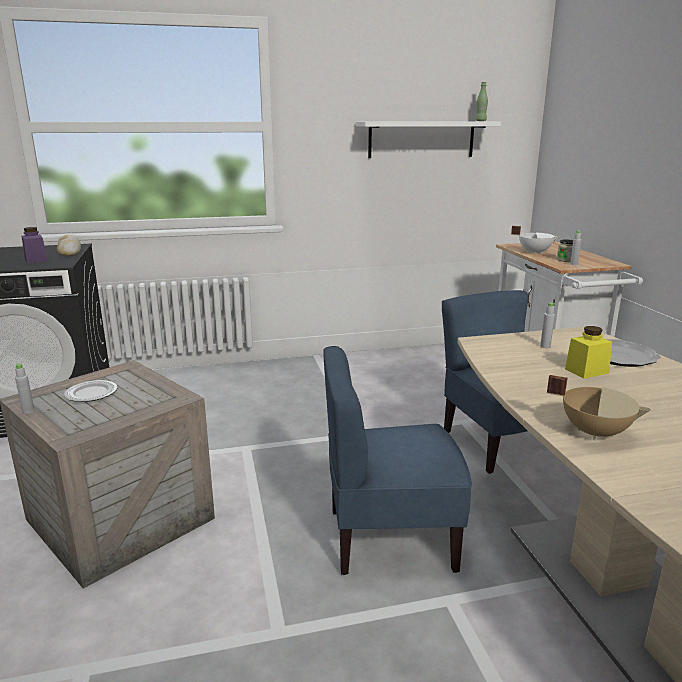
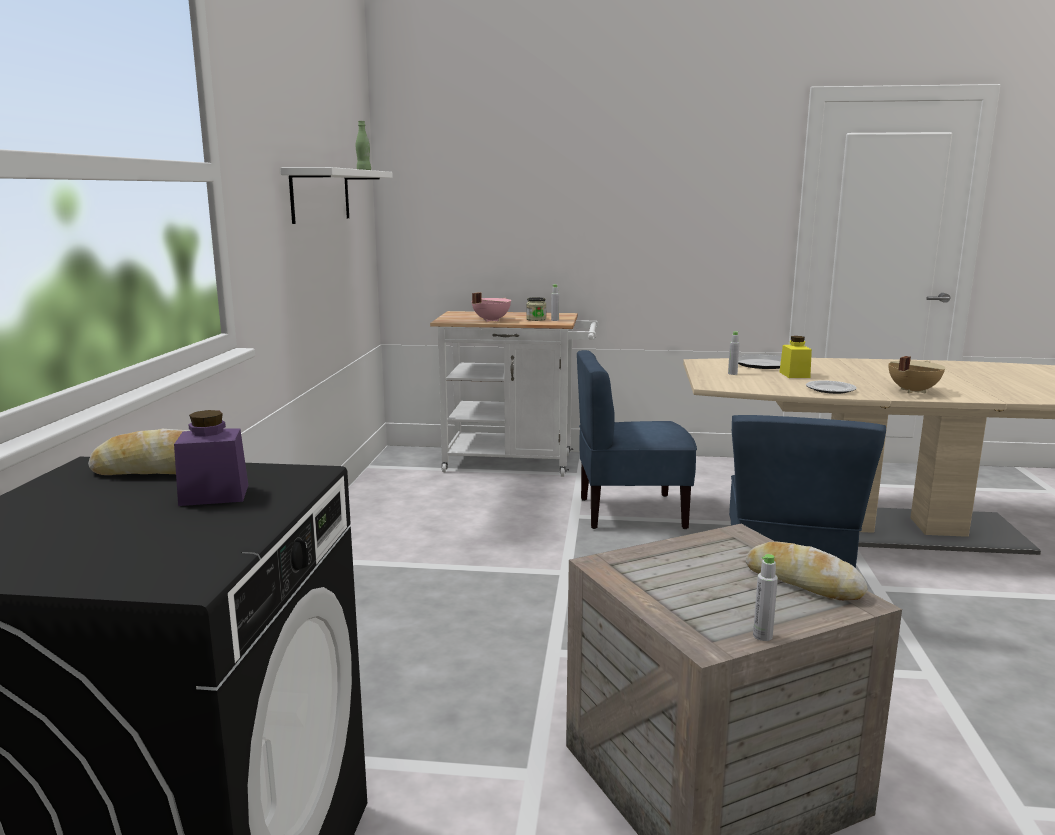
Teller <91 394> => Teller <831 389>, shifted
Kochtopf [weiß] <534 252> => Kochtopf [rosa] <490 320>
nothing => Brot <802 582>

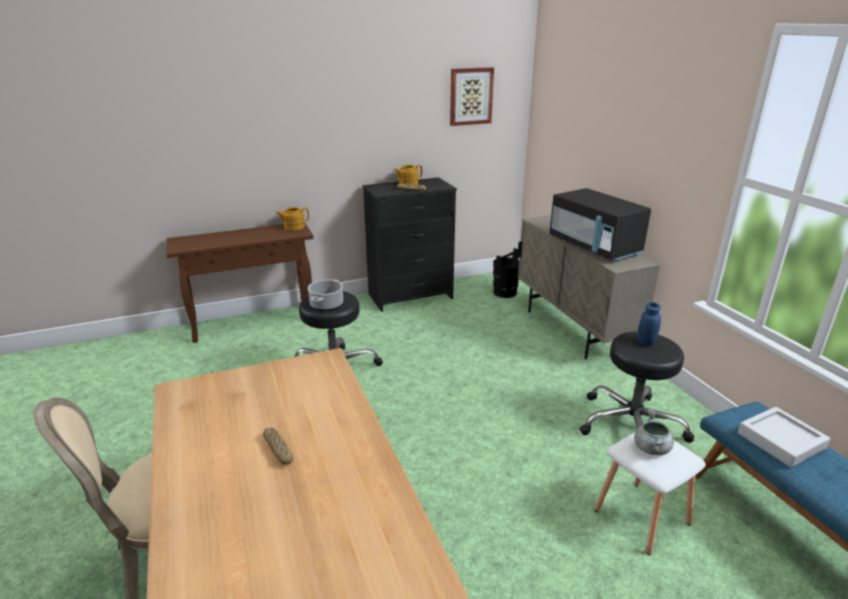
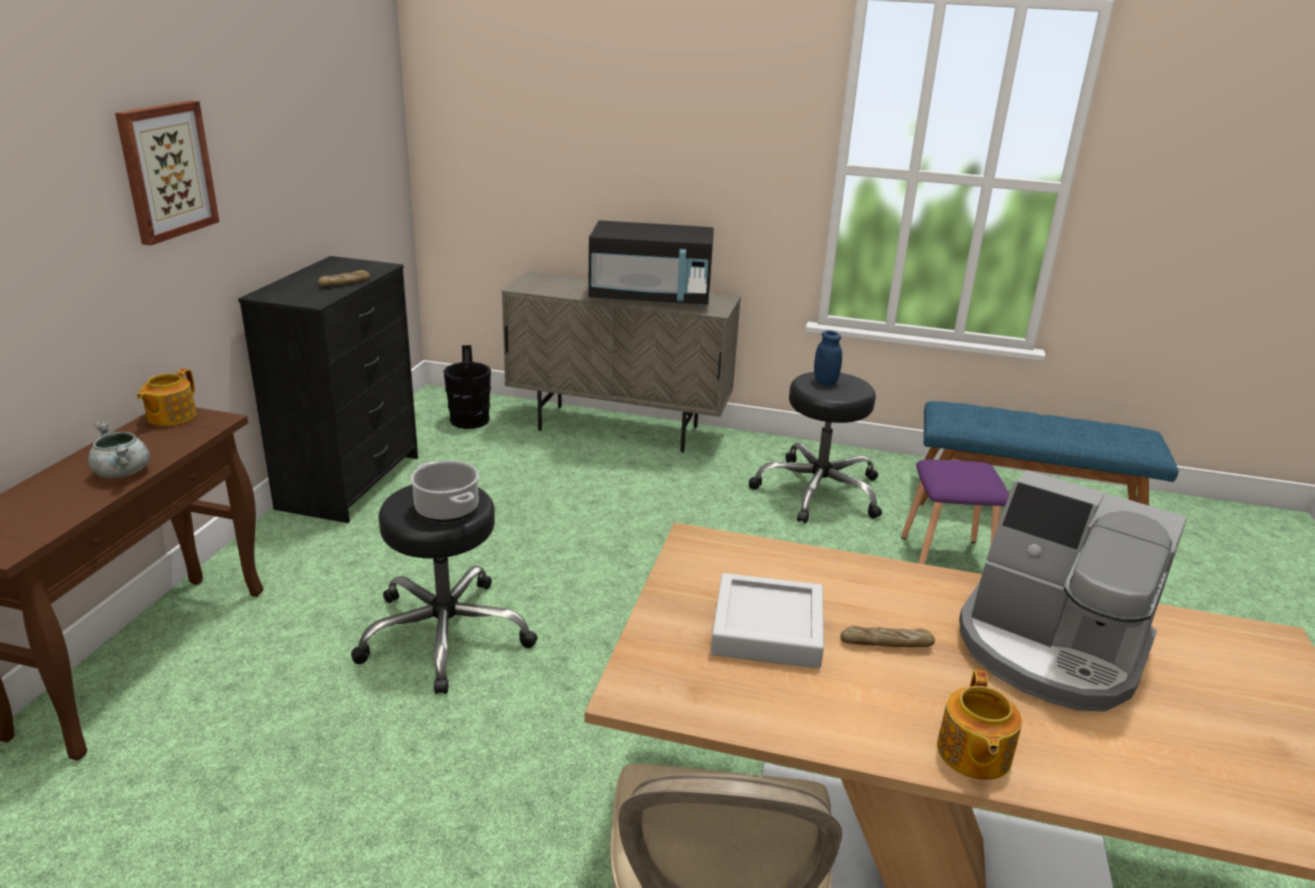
Teekanne <408 183> => Teekanne <972 754>, shifted
Bild <470 96> => Bild <166 171>, shifted
Hocker [weiß] <641 518> => Hocker [lila] <947 560>
Kochtopf [grau] <651 449> => Kochtopf [grau] <123 473>, shifted
Tablett [grau] <780 441> => Tablett [grau] <767 629>, shifted
nothing => Kaffeemaschine <1050 650>

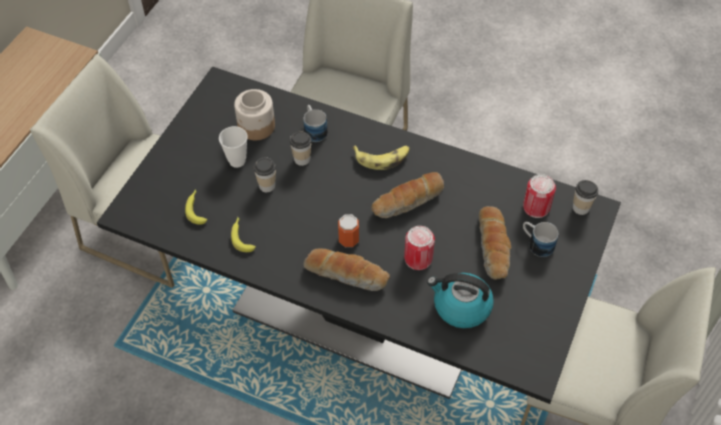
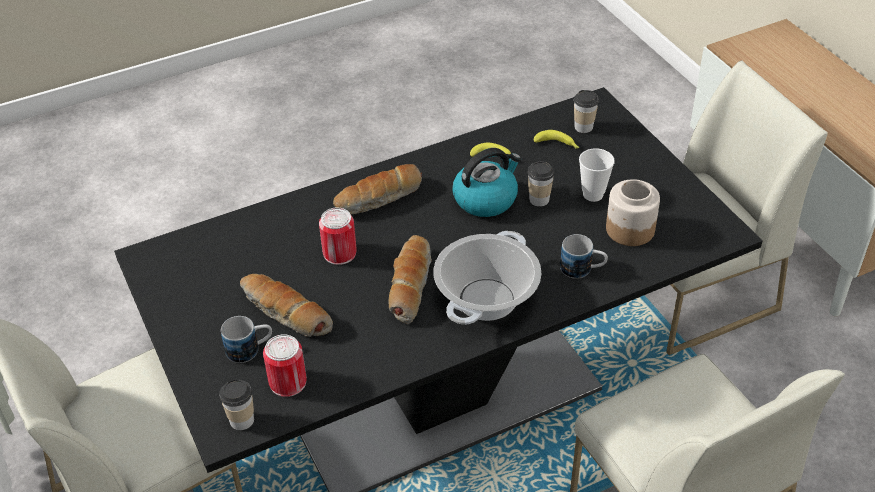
Tasse <302 159> => Tasse <583 127>, shifted
Dose <348 240> => nothing
Banane <382 158> => Kochtopf <487 300>
Wasserkessel <460 307> => Wasserkessel <486 199>, shifted

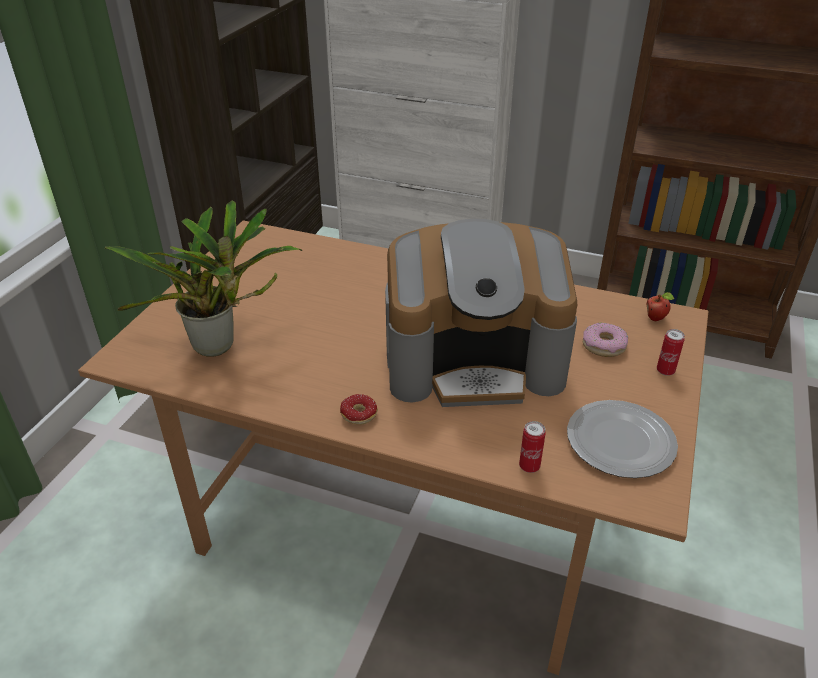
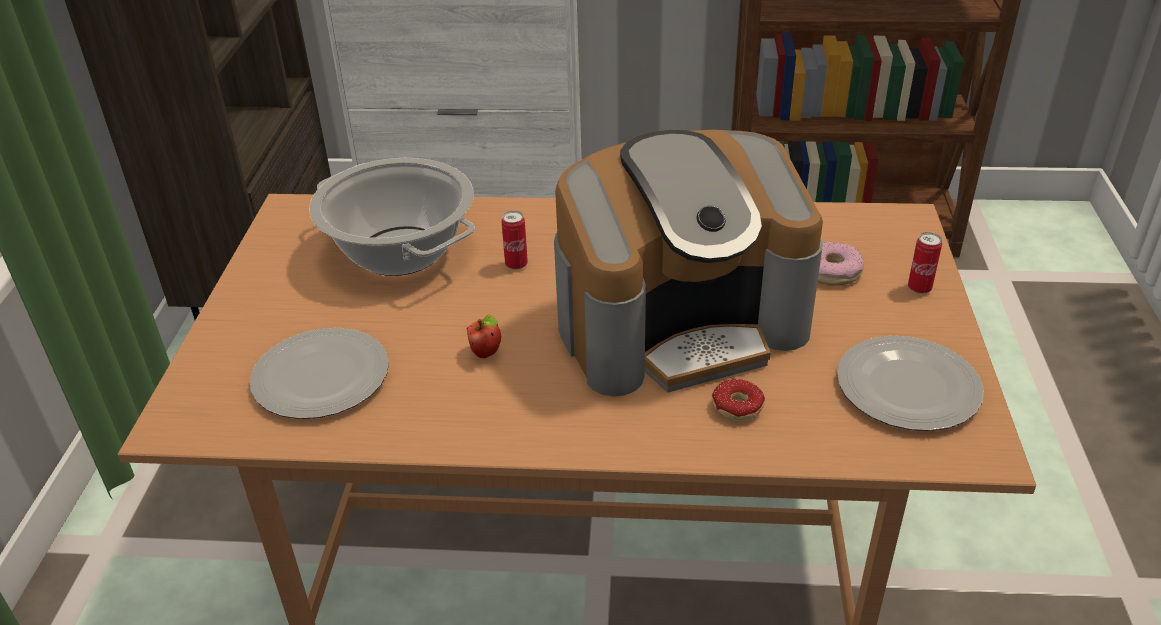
Topfpflanze <220 347> => Teller <322 376>
Donut <355 418> => Donut <735 413>, shifted
Dose <529 466> => Dose <516 264>, shifted
Apfel <656 319> => Apfel <487 353>, shifted
nothing => Kochtopf <399 251>

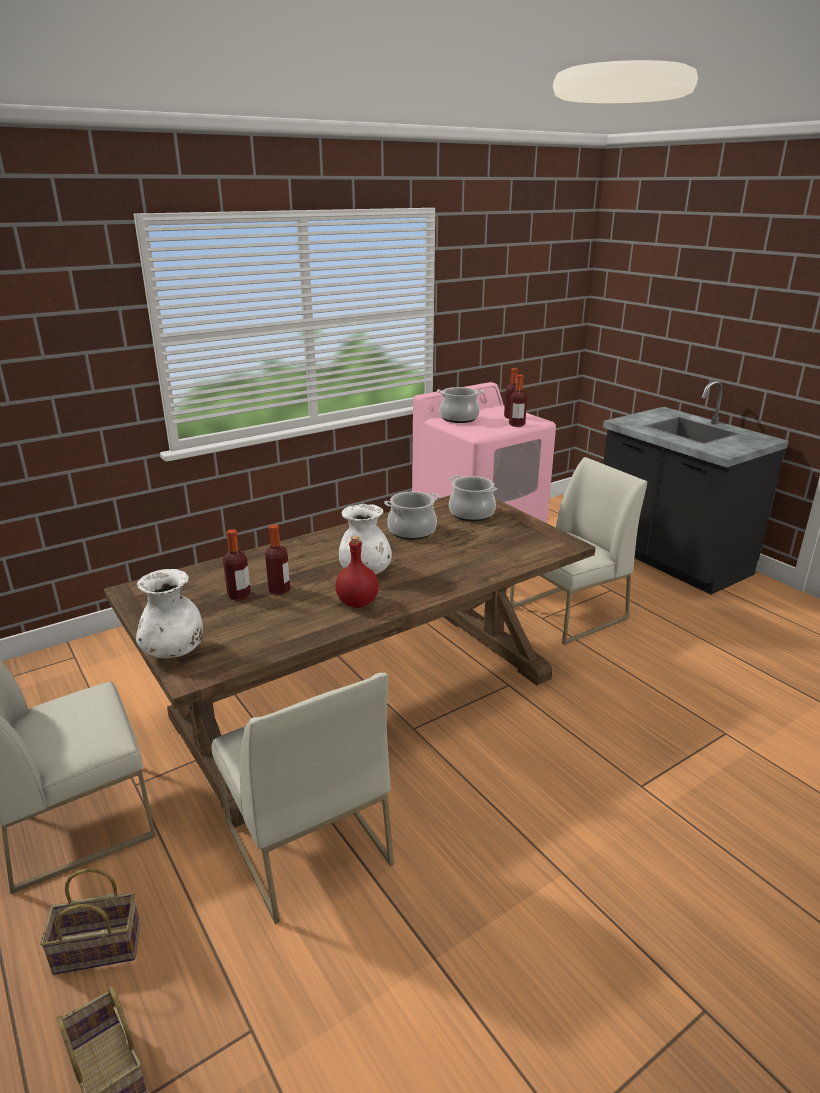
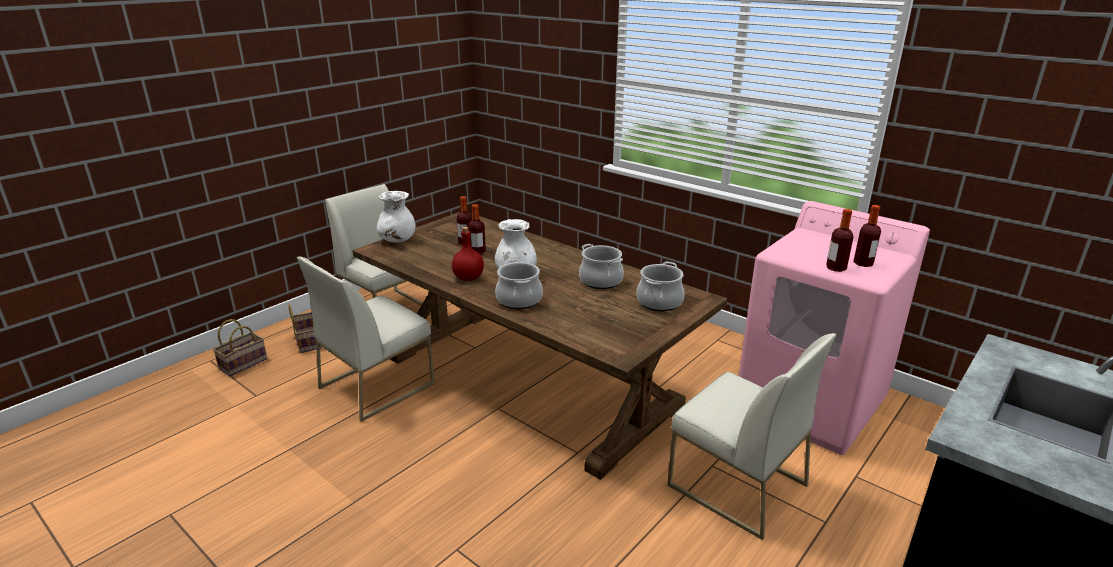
Kochtopf <459 418> => Kochtopf <519 300>, shifted

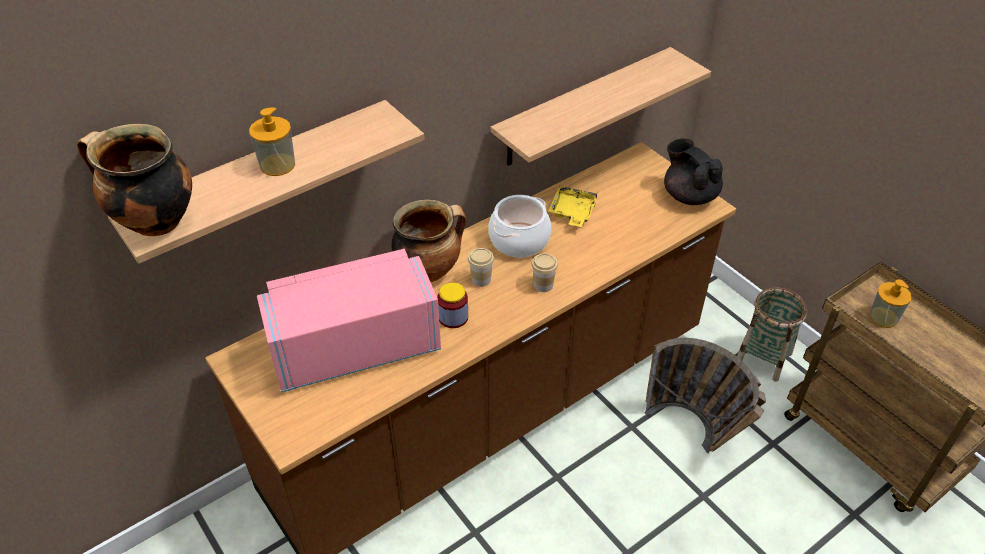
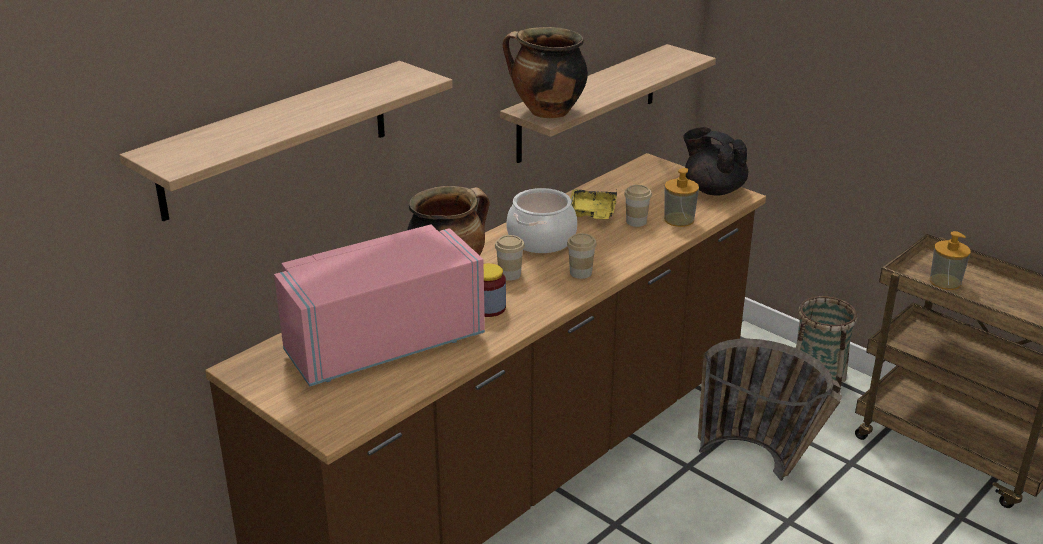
Kochtopf <153 222> => Kochtopf <546 112>, shifted
Seifenspender <277 165> => Seifenspender <679 219>, shifted
nothing => Tasse <636 221>

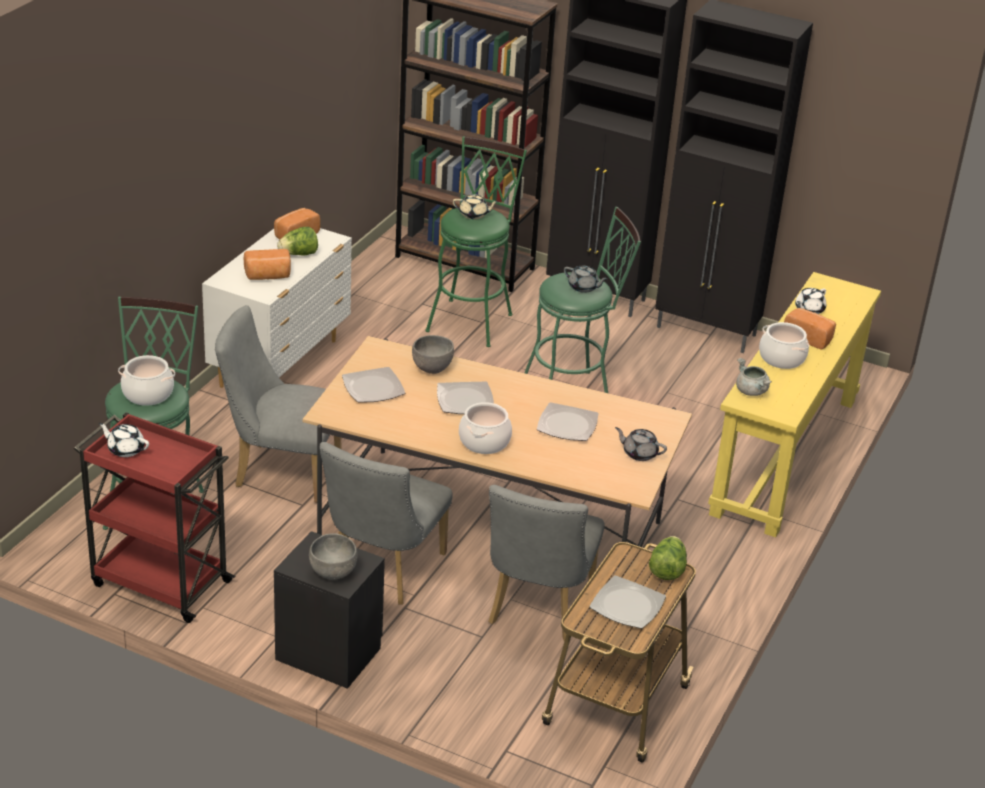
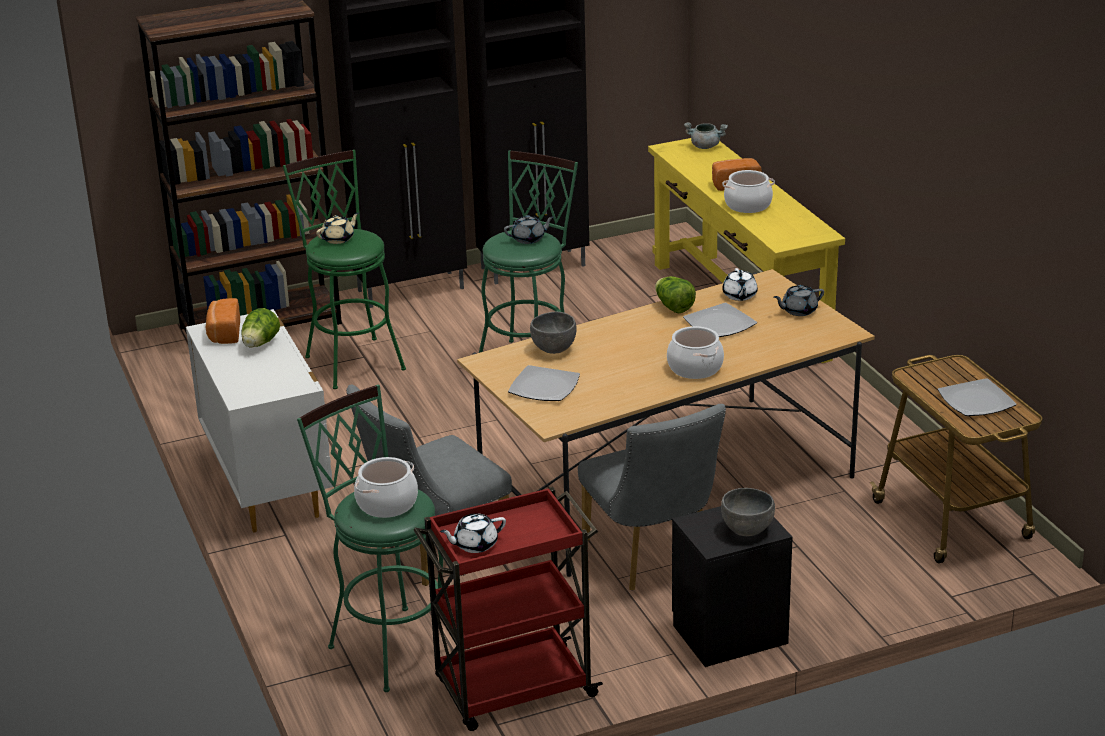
Brot <268 276> => nothing
Teller <464 400> => nothing
Stuhl [grau] <537 609> => nothing
Salatkopf <667 570> => Salatkopf <673 307>, shifted
Kochtopf [grau] <751 391> => Kochtopf [grau] <705 146>, shifted
Teekanne [weiß] <808 310> => Teekanne [weiß] <739 296>, shifted

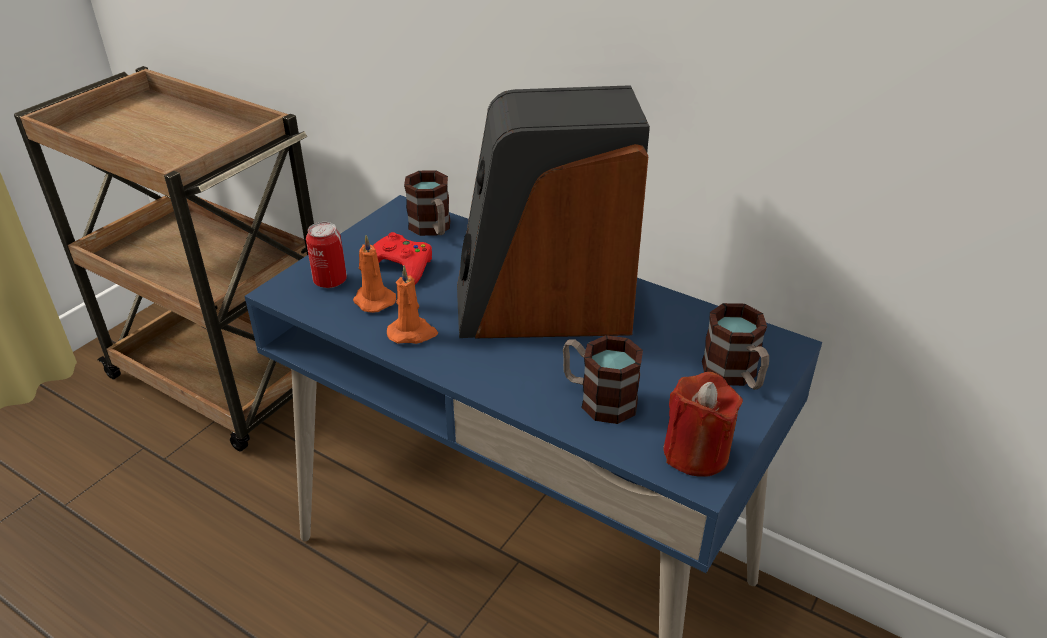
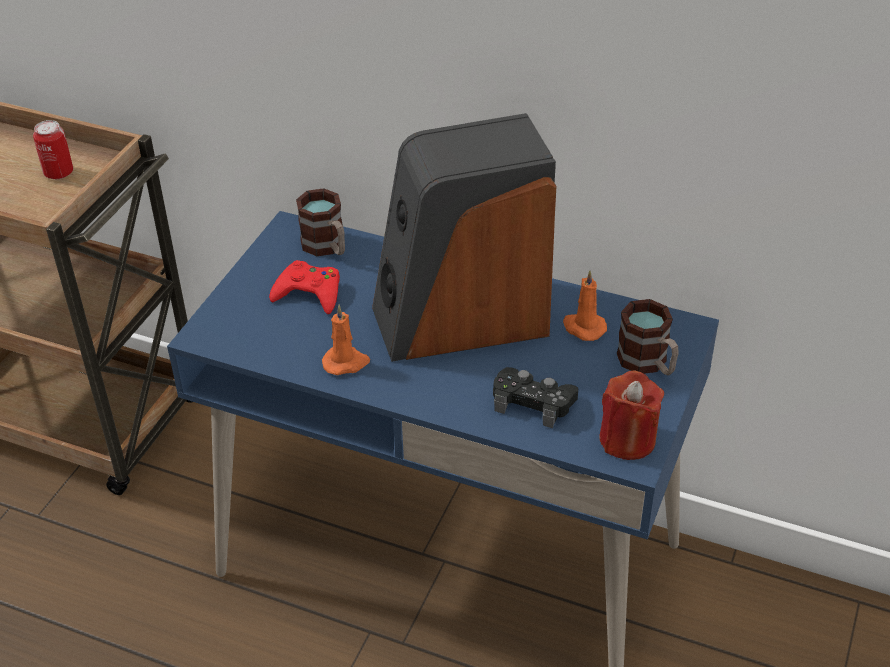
Dose <330 281> => Dose <58 173>, shifted
Kerze [orange] <373 300> => Kerze [orange] <583 327>, shifted
Henkelbecher <598 398> => Gamepad [schwarz] <533 402>

